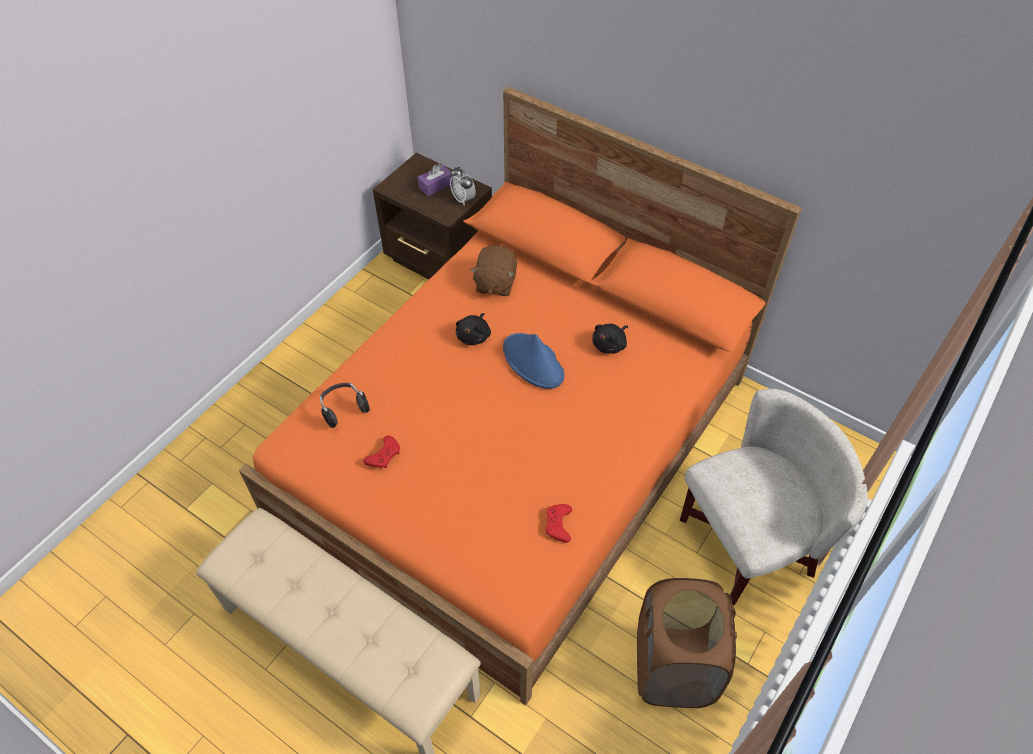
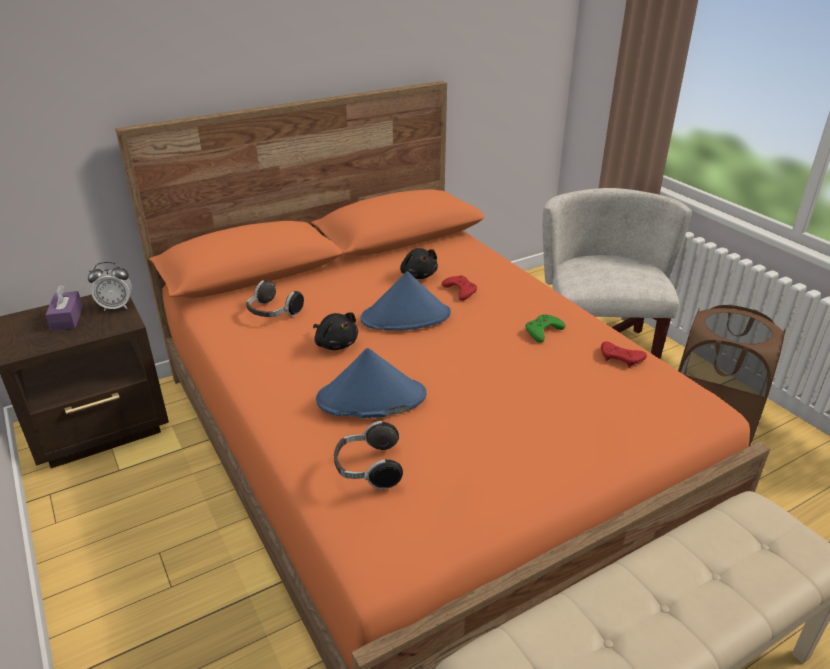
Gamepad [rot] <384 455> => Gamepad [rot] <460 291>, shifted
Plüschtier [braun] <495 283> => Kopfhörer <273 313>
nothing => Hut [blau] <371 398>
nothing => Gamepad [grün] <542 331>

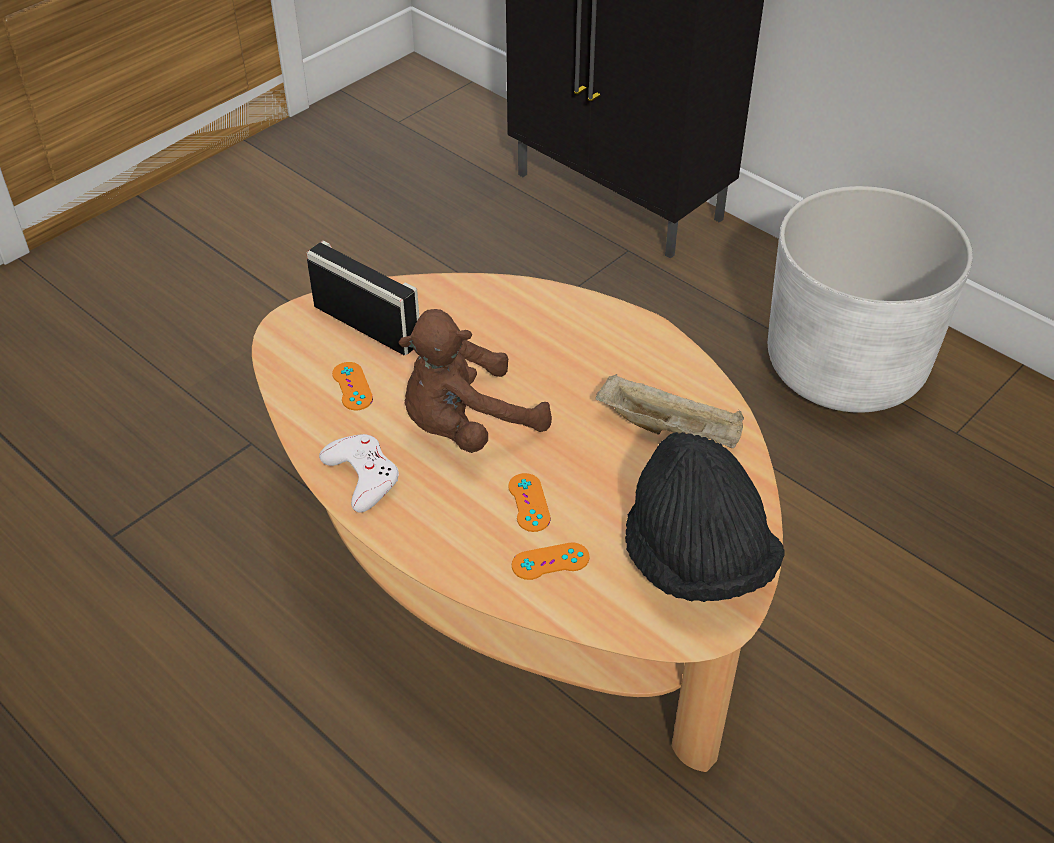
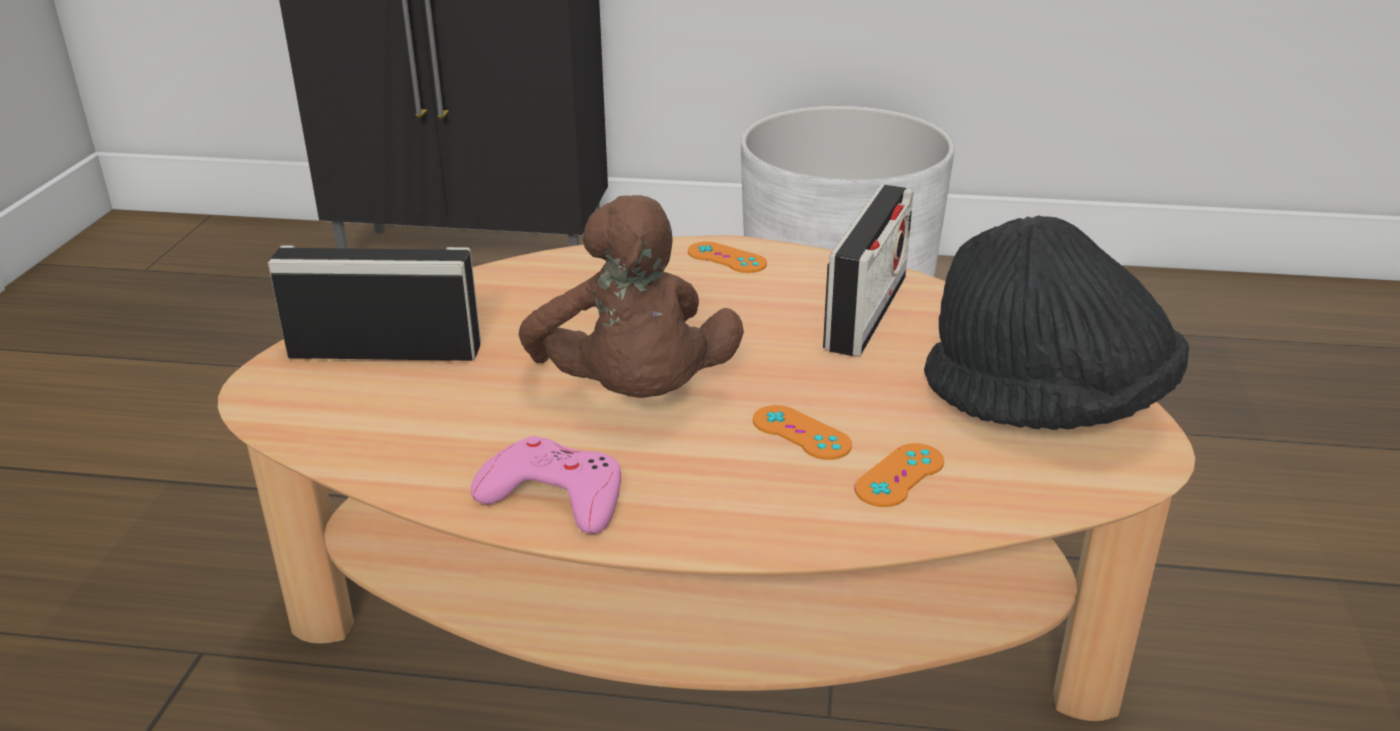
Gamepad [weiß] <362 476> => Gamepad [rosa] <554 496>
Gamepad [orange] <352 386> => Gamepad [orange] <726 258>, shifted
Plüschtier [braun] <466 426> => Plüschtier [braun] <633 395>, 45 degrees counterclockwise
Tablett [beige] <671 429> => Radio <866 313>

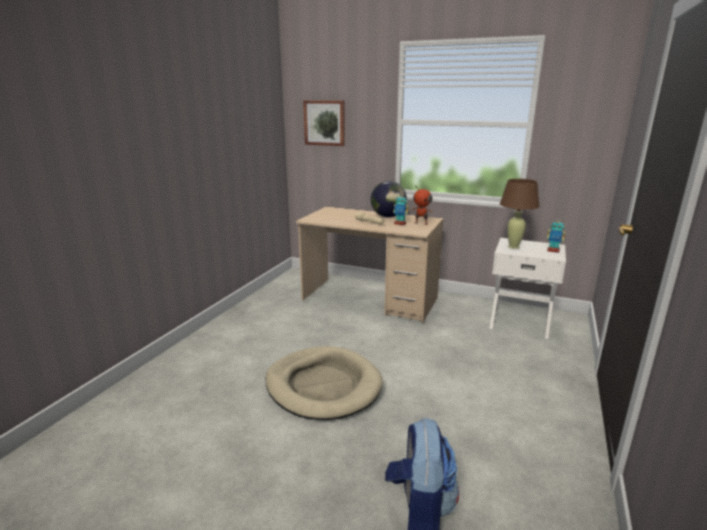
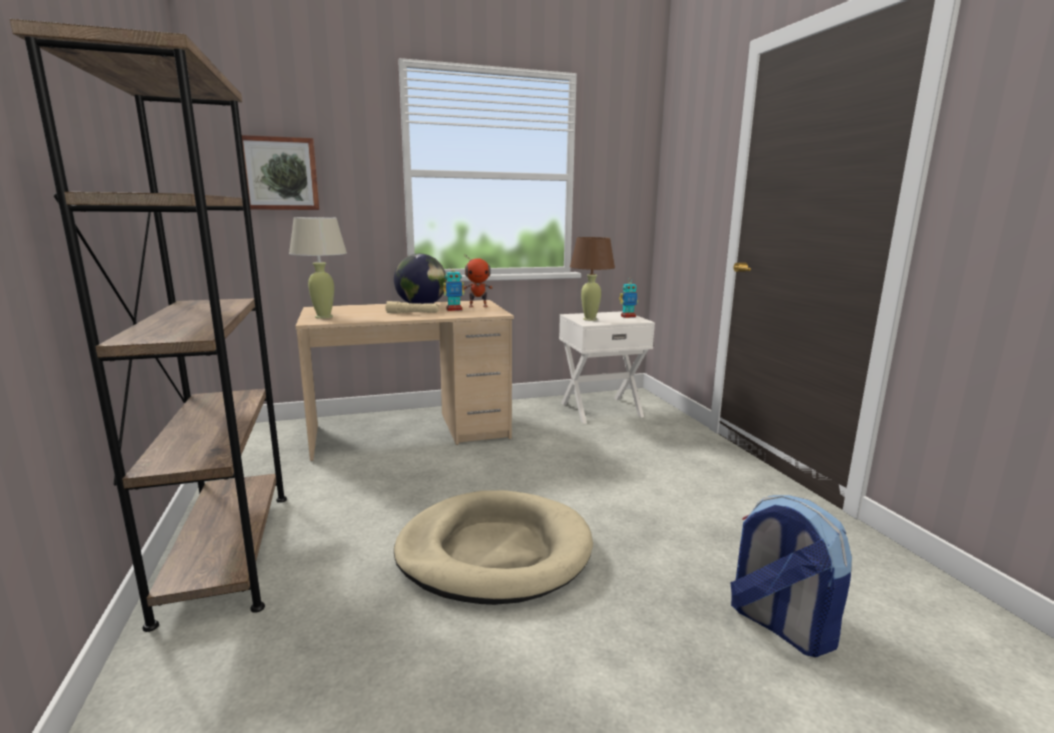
nothing => Bücherregal [braun] <228 552>
nothing => Tischlampe [beige] <324 316>

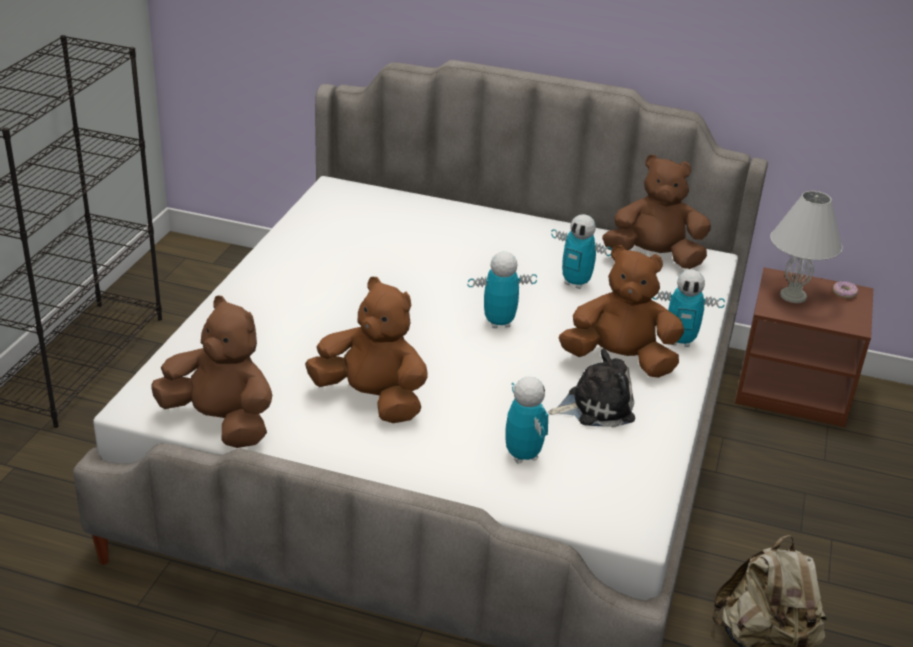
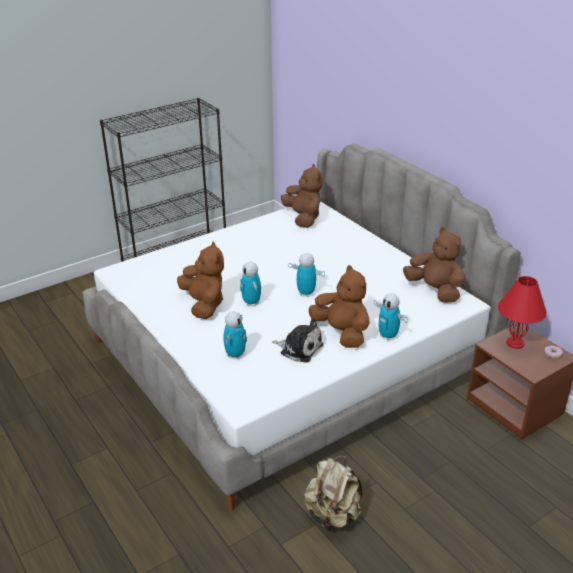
Plüschtier [braun] <221 422> => Plüschtier [braun] <303 218>, shifted
Spielzeugroboter <576 283> => Spielzeugroboter <251 303>, shifted
Tischlampe [weiß] <792 296> => Tischlampe [rot] <514 343>

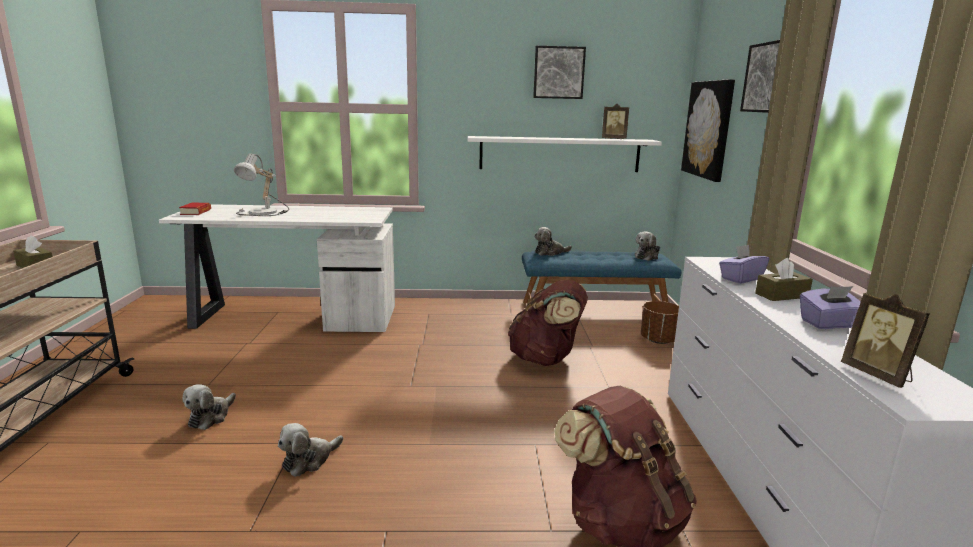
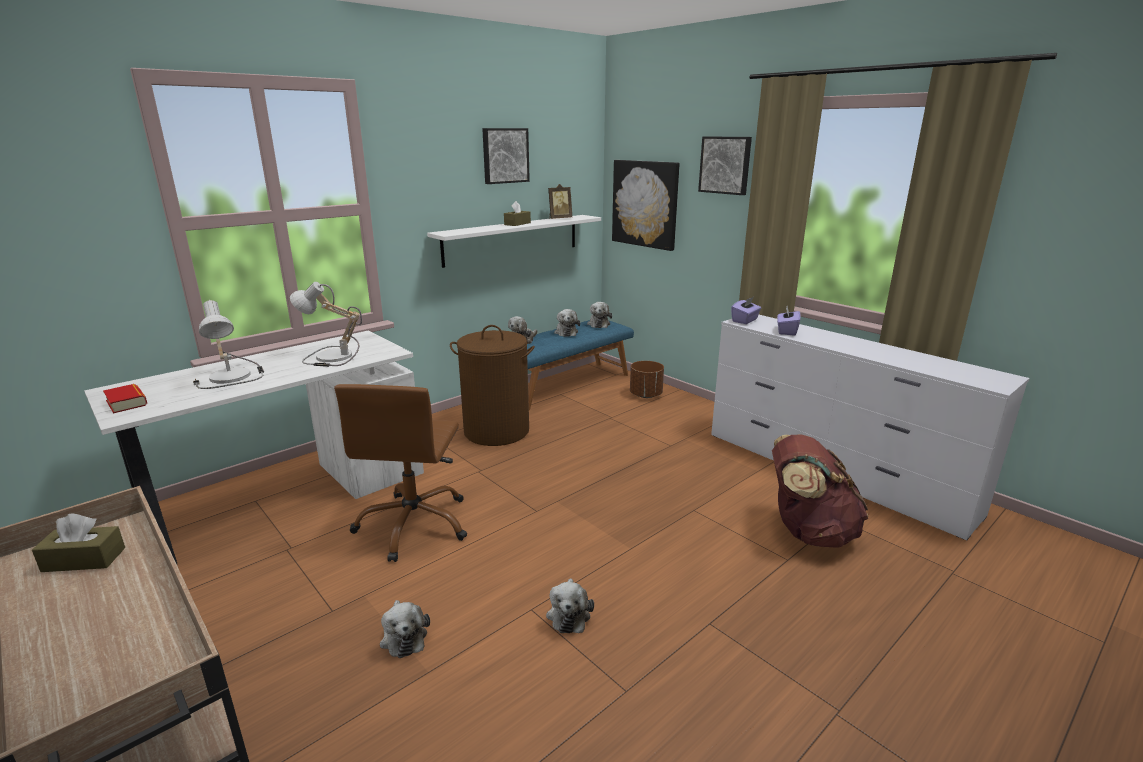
Rucksack [braun] <546 359> => nothing
Taschentuchbox [braun] <781 295> => Taschentuchbox [braun] <517 224>, shifted
Taschentuchbox [lila] <829 324> => Taschentuchbox [lila] <745 320>, shifted
Bilderrahmen <878 375> => nothing
nothing => Tischlampe <330 357>
nothing => Bürostuhl [braun] <414 524>
nothing => Wäschekorb [braun] <496 431>
nothing => Plüschtier <566 332>

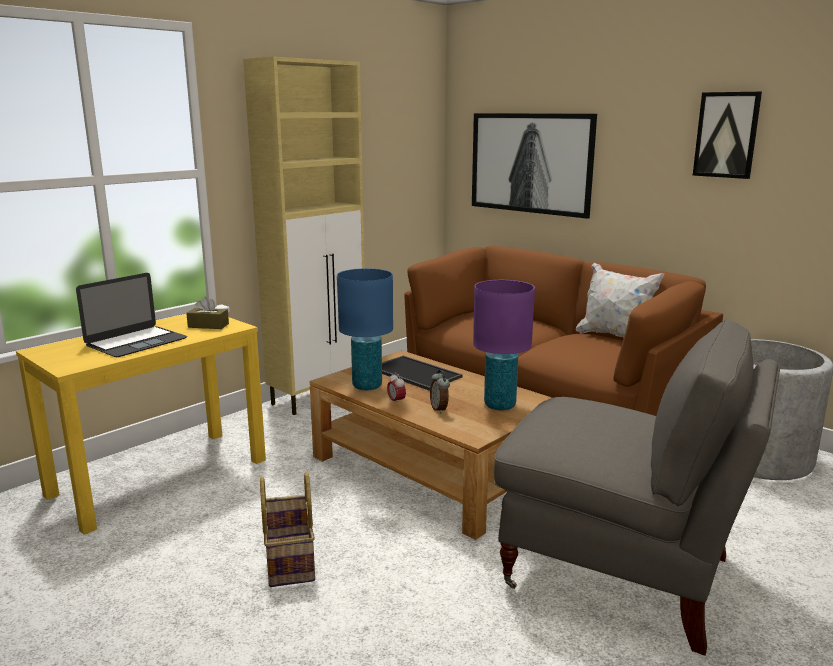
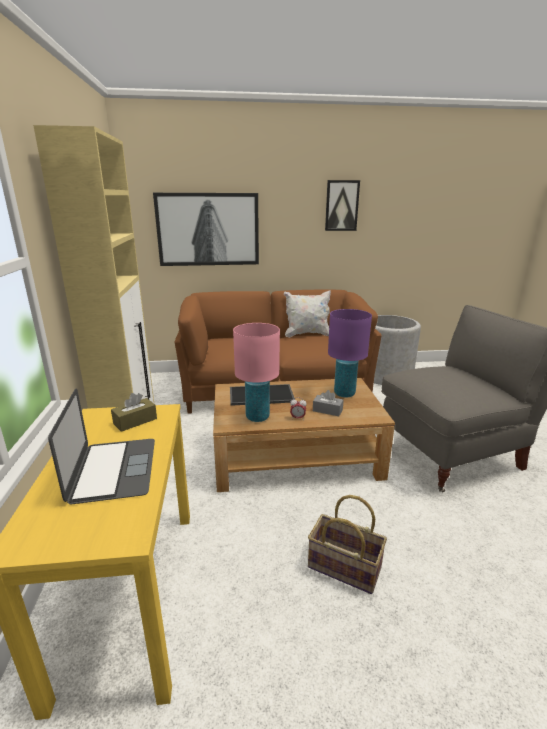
Tischlampe [blau] <367 386> => Tischlampe [rosa] <257 417>
Wecker <440 409> => Taschentuchbox [grau] <327 410>

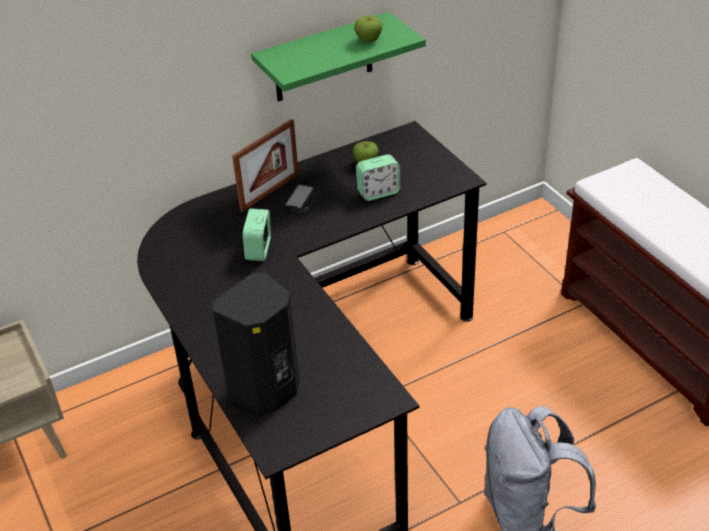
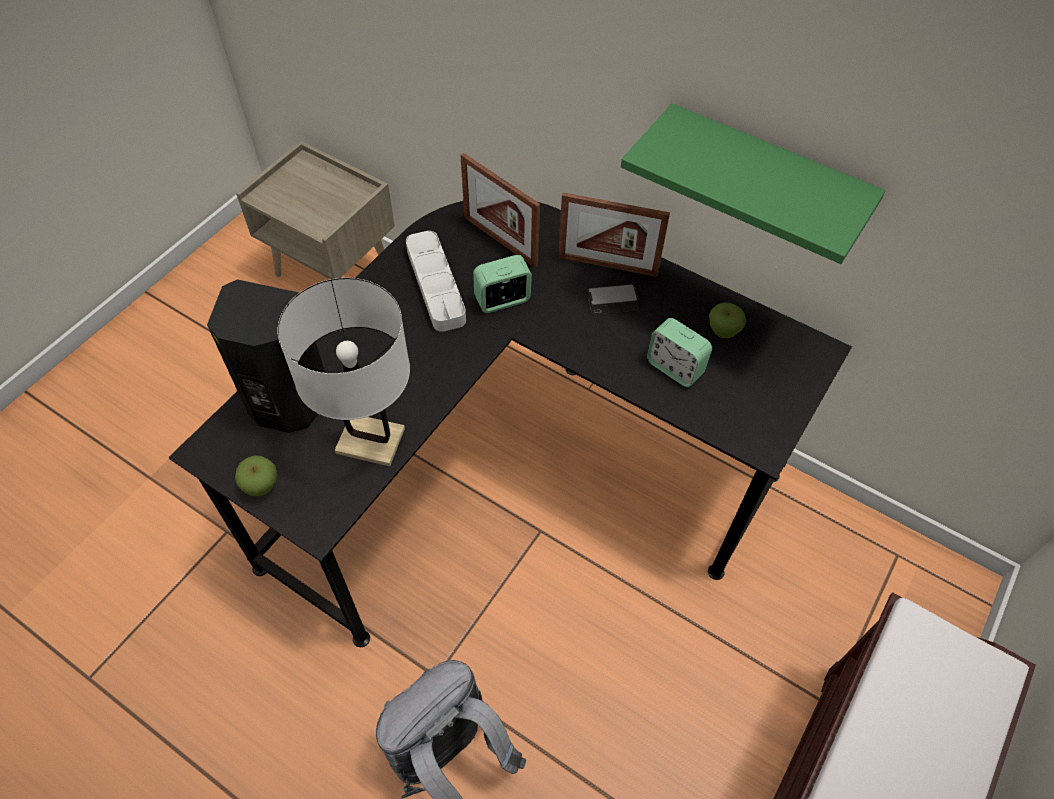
Apfel <368 40> => Apfel <261 486>, shifted
nothing => Tischlampe [weiß] <371 441>
nothing => Tablett [grau] <435 285>
nothing => Bilderrahmen <500 241>

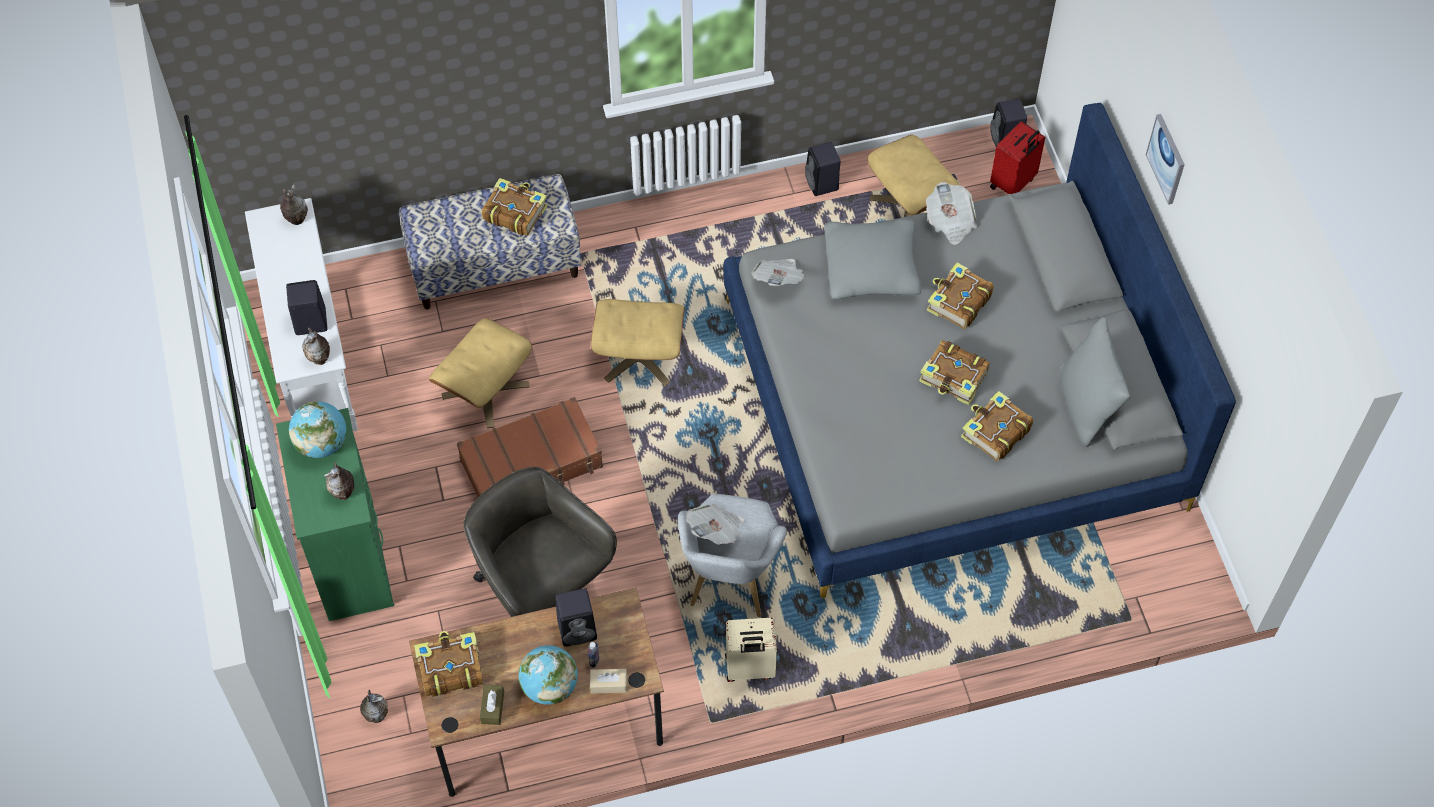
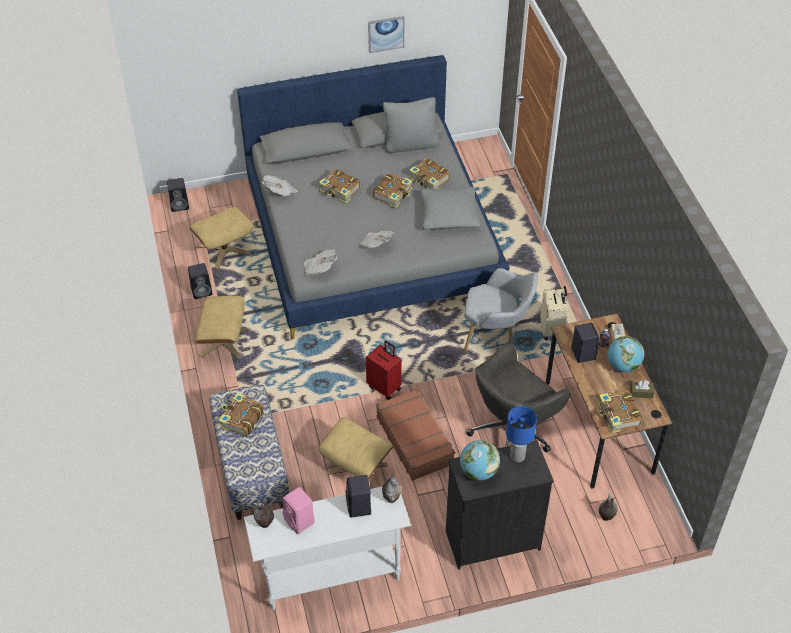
Kommode [grün] <351 558> => Kommode [schwarz] <491 540>
Vase <344 494> => Tischlampe [blau] <517 456>
Polsterhocker [beige] <639 357> => Polsterhocker [beige] <224 342>, shifted
Zeitung <716 531> => Zeitung <376 244>, shifted
Kissen [grau] <871 268> => Kissen [grau] <449 215>, shifted
Koffer [rot] <1013 183> => Koffer [rot] <384 387>, shifted
Bild <1166 159> => Bild <386 34>, shifted
nothing => Lautsprecher [rosa] <300 521>

